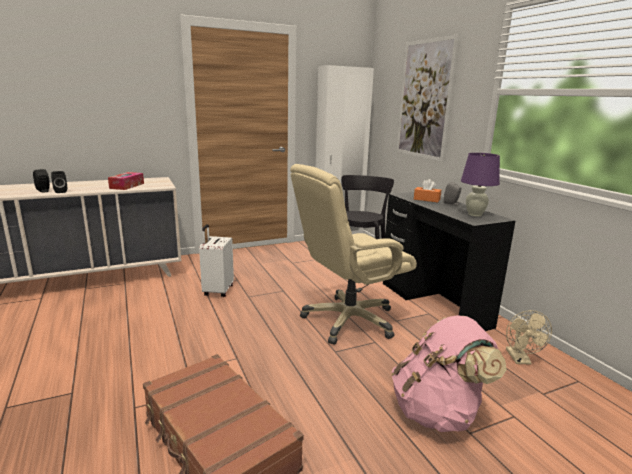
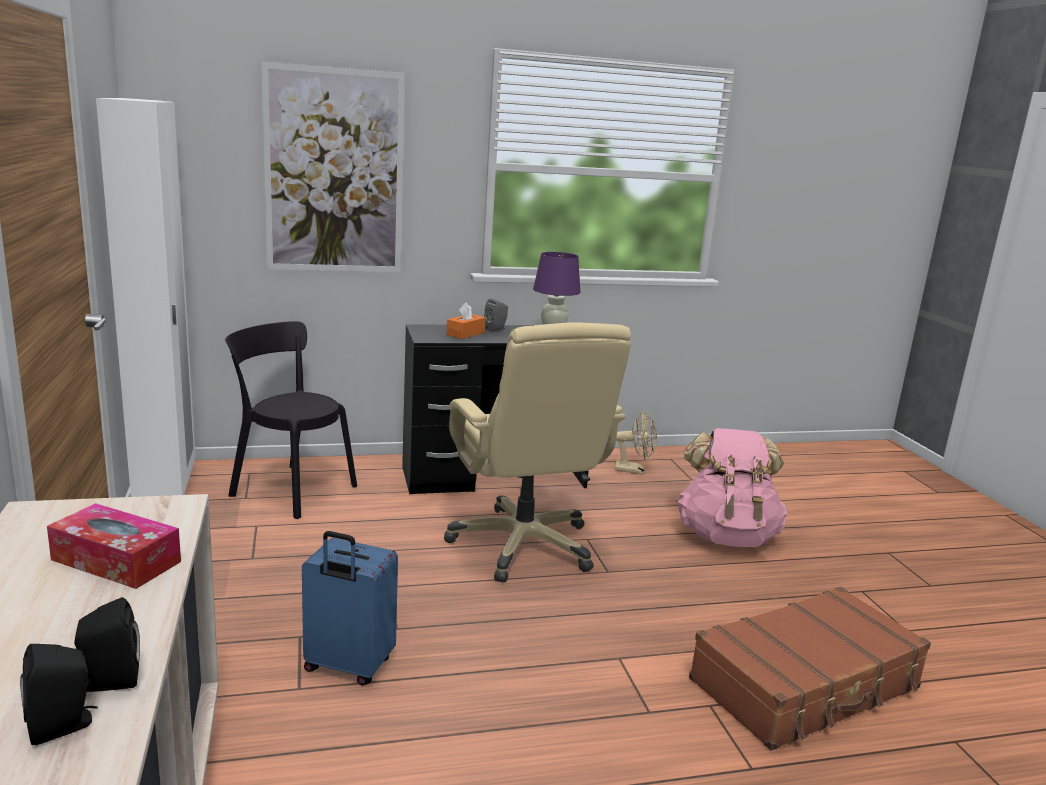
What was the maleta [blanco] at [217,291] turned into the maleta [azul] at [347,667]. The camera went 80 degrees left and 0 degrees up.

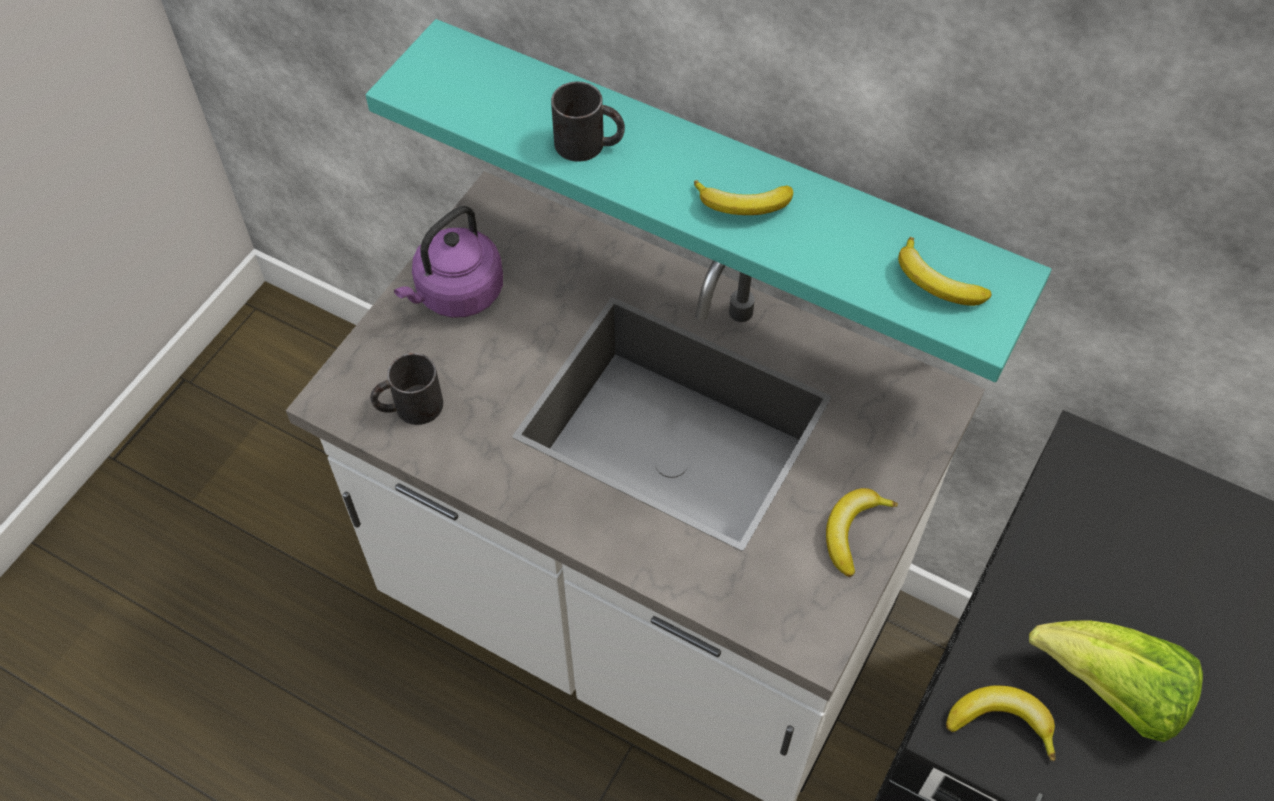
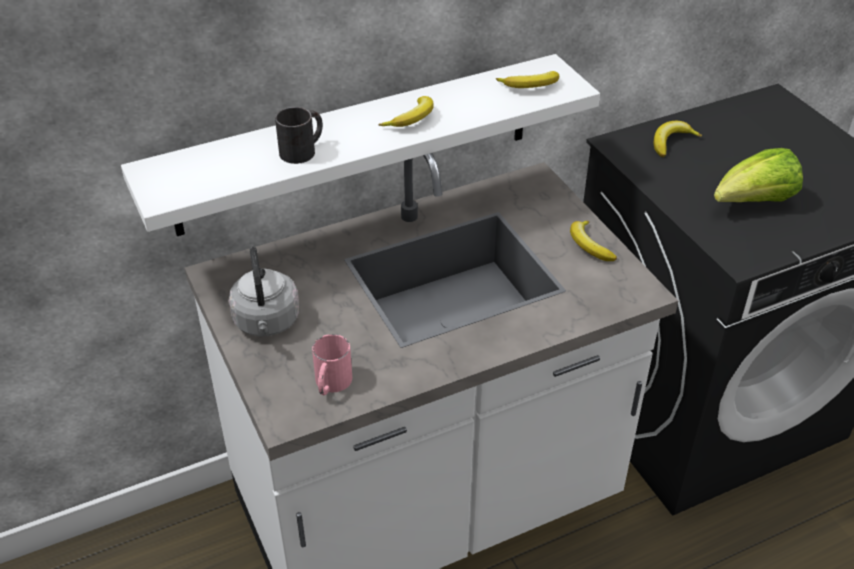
The plátano ended up elsewhere, having gone from [1001,722] to [671,142]. What was the estante [turquesa] at [719,182] turned into the estante [blanco] at [356,145]. What was the taza grande [negro] at [409,407] turned into the taza grande [rosa] at [331,384]. What was the hervidor [morado] at [456,294] turned into the hervidor [gris] at [267,323]. The camera went 55 degrees left and 15 degrees down.

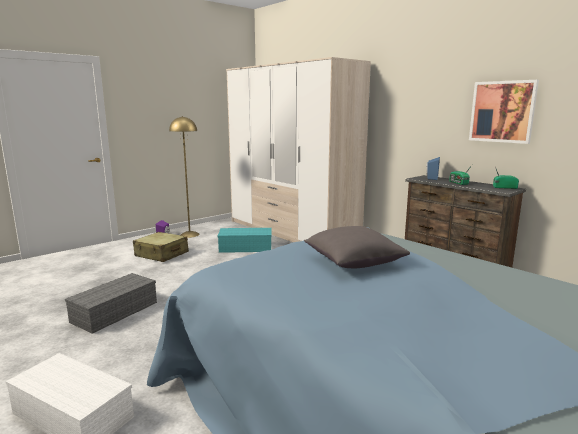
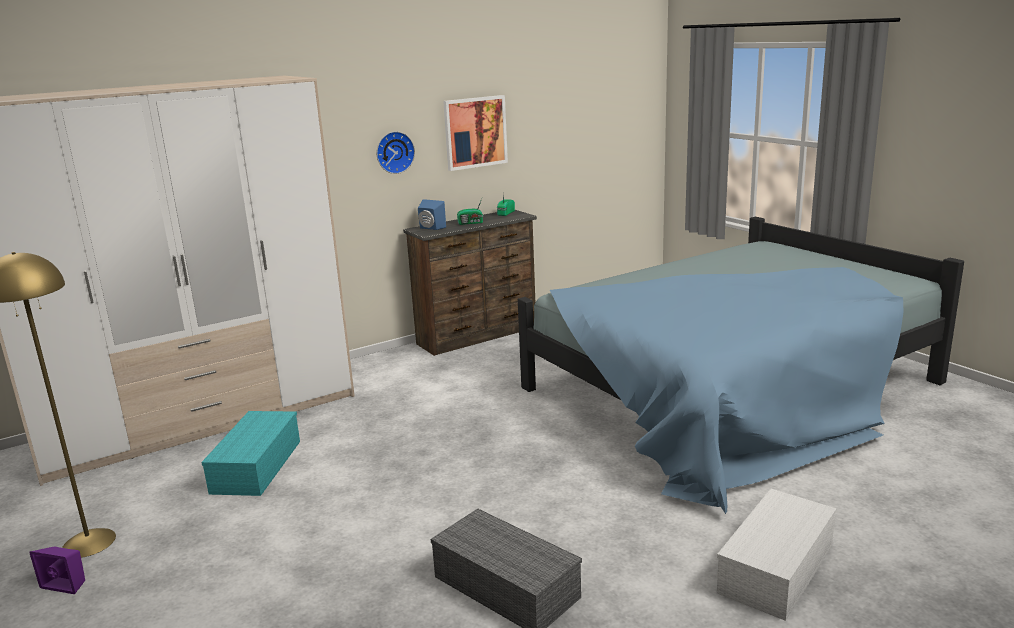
The second view lost the maleta [beis] at [161,254]. The second view lost the cojín [gris] at [353,262]. The second view gained the reloj de pared at [394,152]. The camera went 80 degrees left and 5 degrees up.

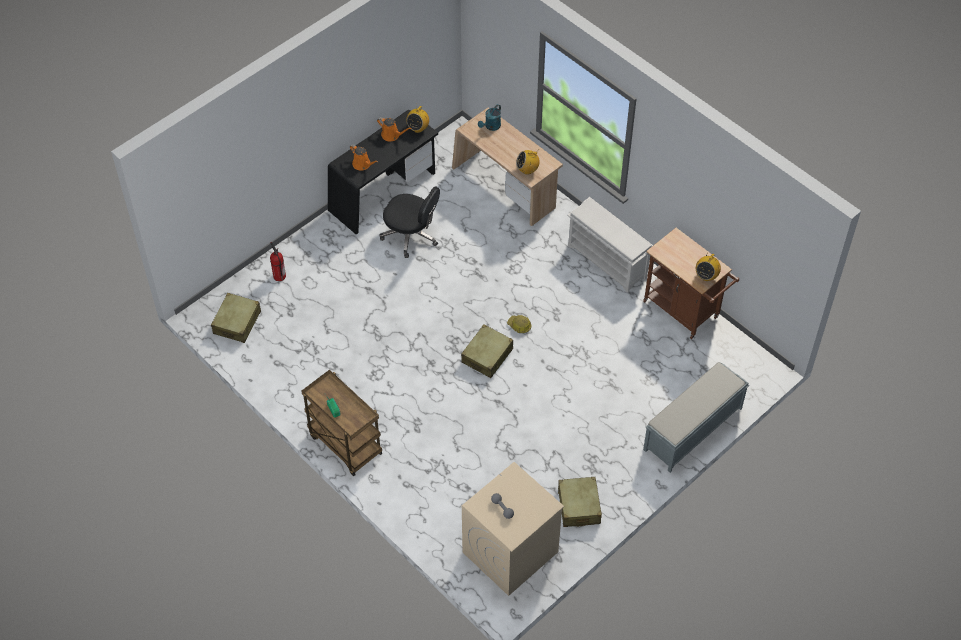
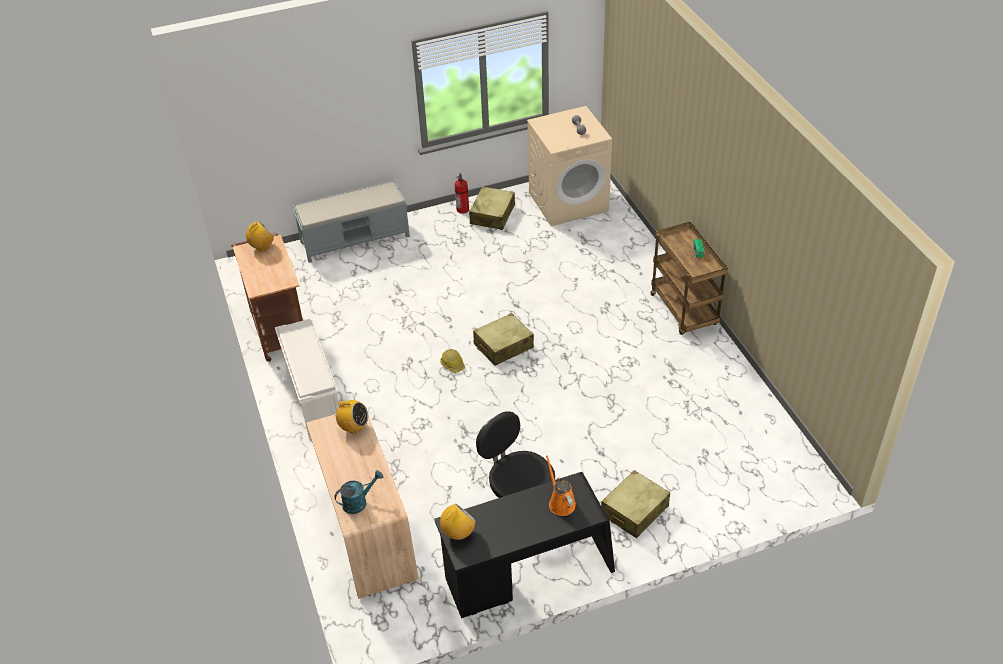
The second view lost the regadera [naranja] at [392,135]. The maleta [beis] ended up elsewhere, having gone from [237,322] to [634,511]. The extintor ended up elsewhere, having gone from [279,276] to [463,210]. The camera went 155 degrees left and 10 degrees down.

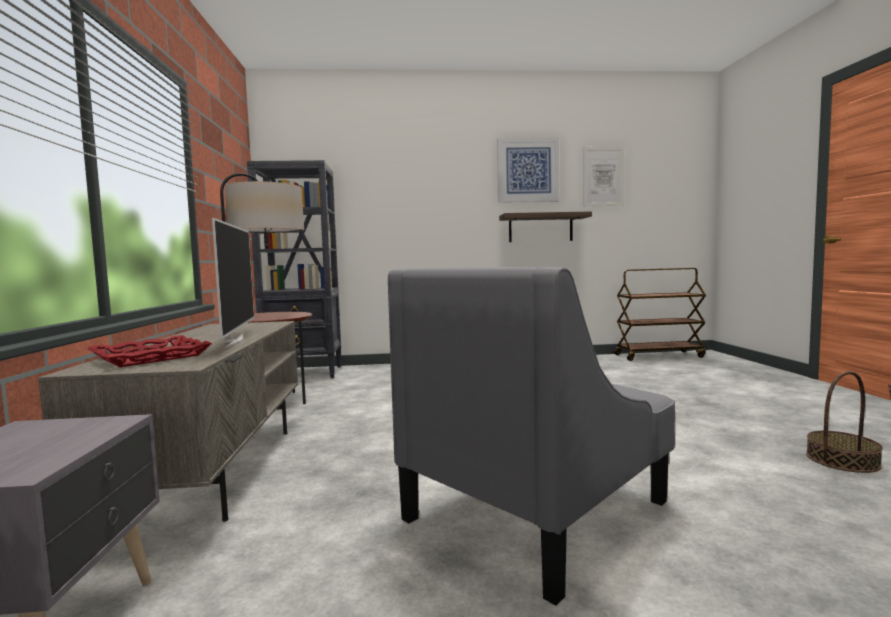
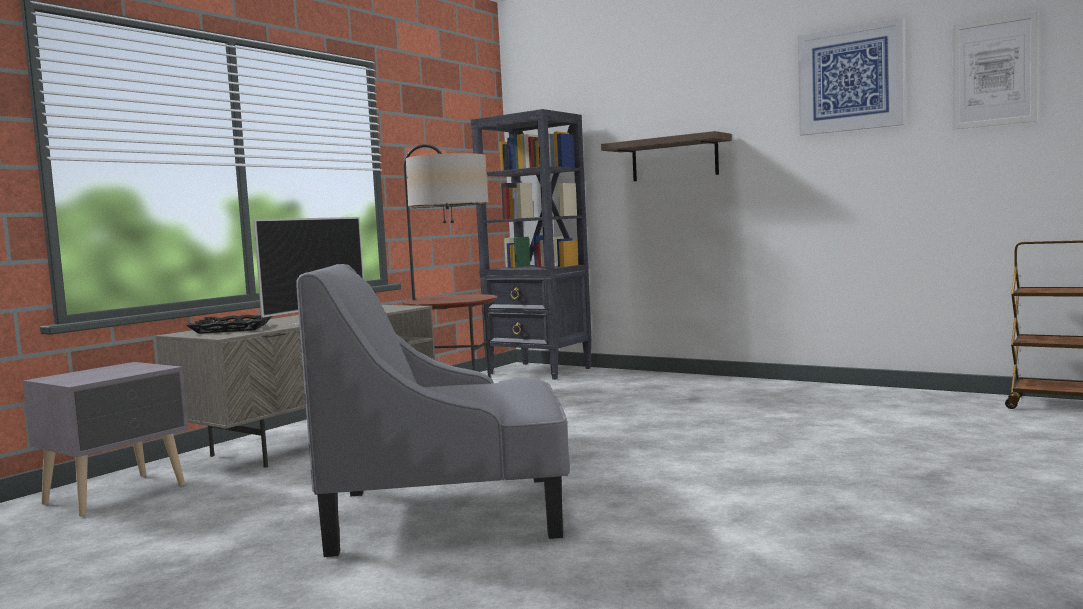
The second view lost the cesta at [842,460]. The estante ended up elsewhere, having gone from [540,228] to [674,159]. What was the bandeja [rojo] at [151,357] turned into the bandeja [negro] at [232,329]. The camera went 40 degrees right and 0 degrees up.

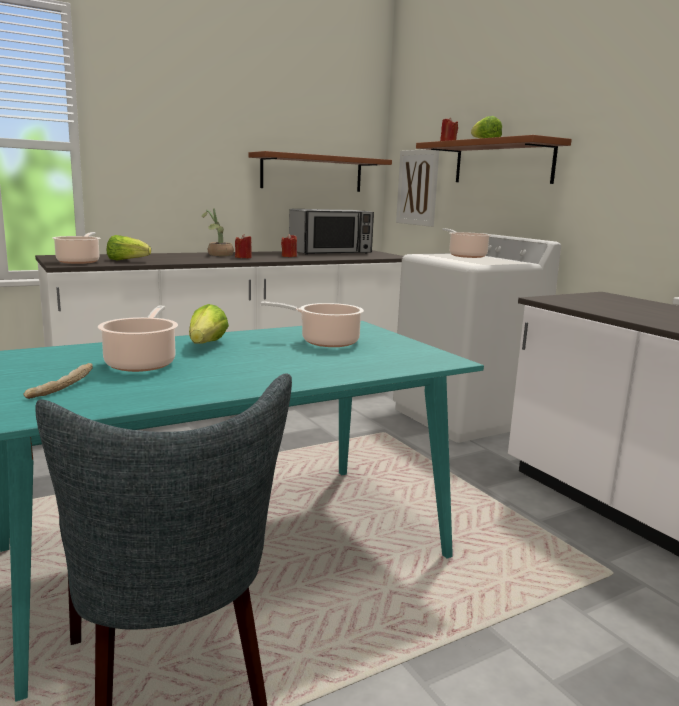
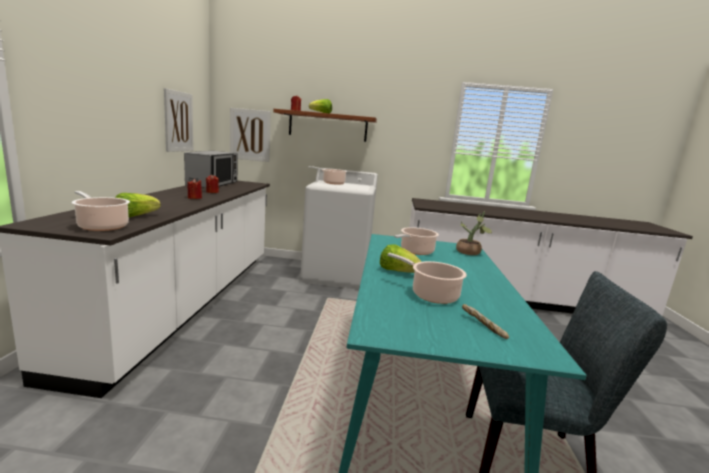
The planta en maceta ended up elsewhere, having gone from [218,255] to [470,253]. Where the estante [marrón] hung at [312,173], the cuadro came to hang at [178,121]. The camera went 55 degrees left and 0 degrees up.

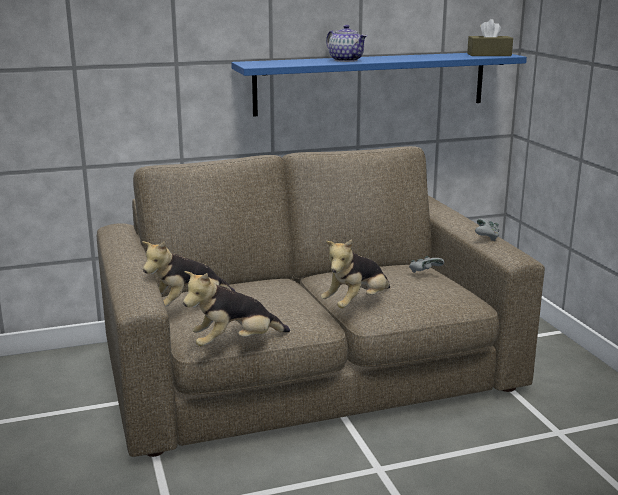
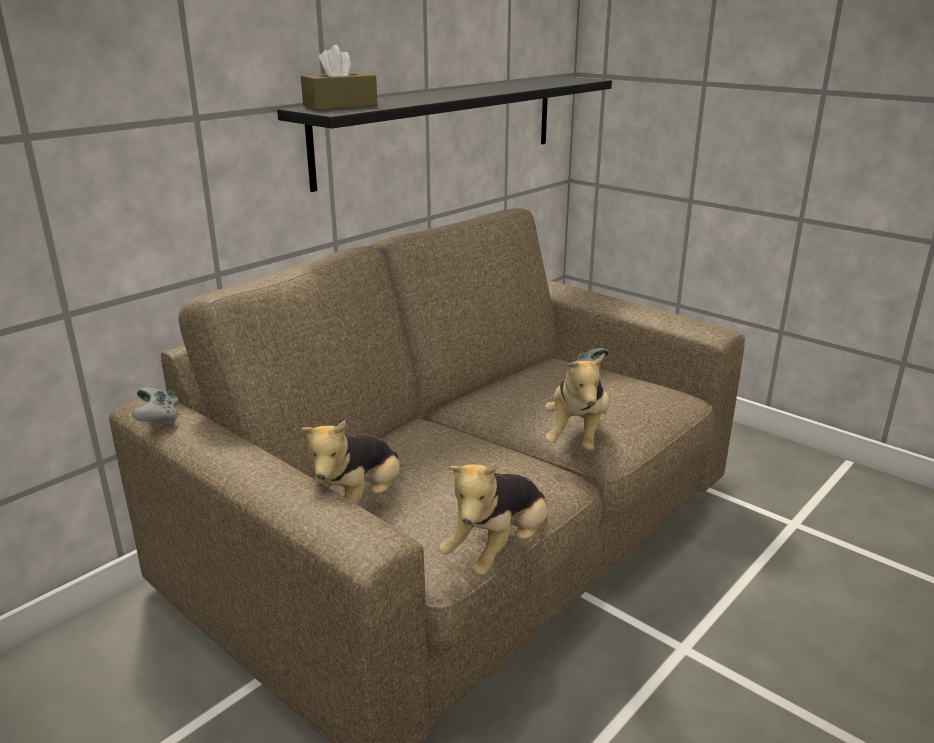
The second view lost the tetera at [346,60]. The caja de pañuelos [marrón] ended up elsewhere, having gone from [489,55] to [340,106]. The mando de consola [gris] ended up elsewhere, having gone from [486,237] to [158,419]. What was the estante [azul] at [372,83] turned into the estante [negro] at [443,127]. The camera went 30 degrees left and 5 degrees up.

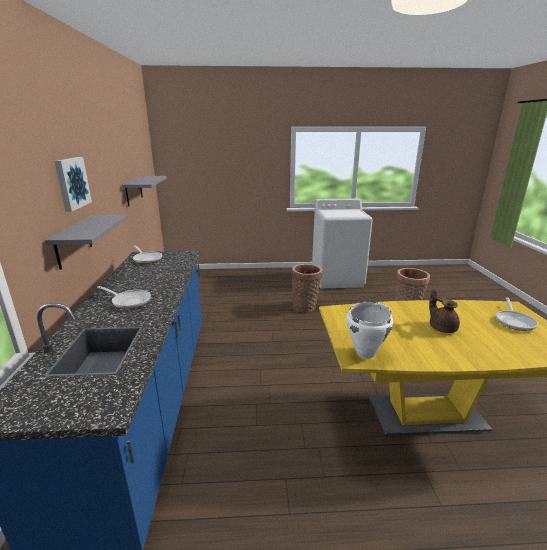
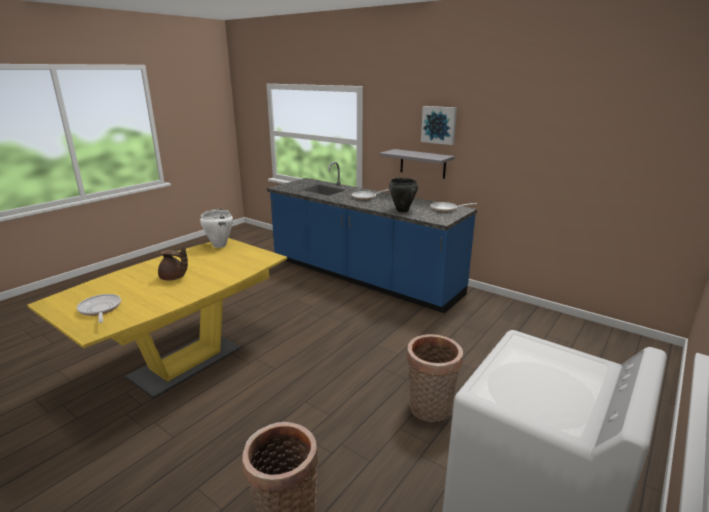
The second view lost the estante [gris] at [133,190]. The second view gained the olla [negro] at [402,211]. The camera went 130 degrees right and 0 degrees up.

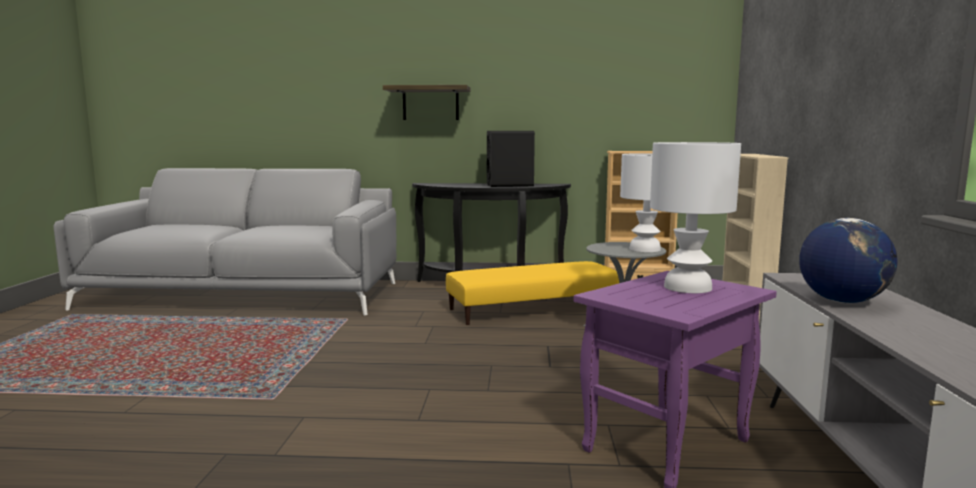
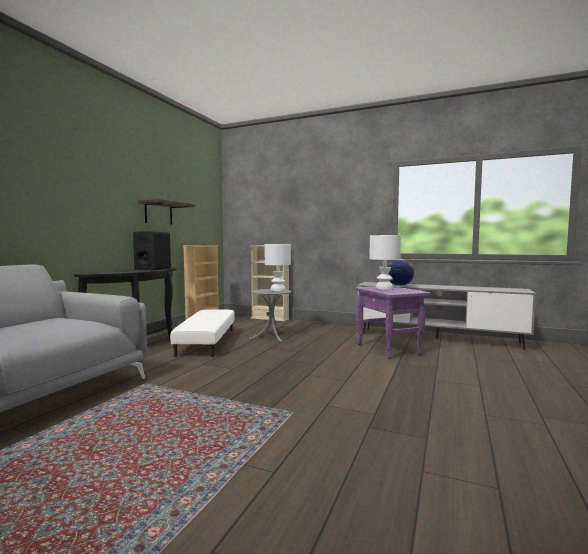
The estante ended up elsewhere, having gone from [430,103] to [158,213]. What was the puf [amarillo] at [532,309] turned into the puf [blanco] at [206,342]. The camera went 70 degrees left and 5 degrees down.

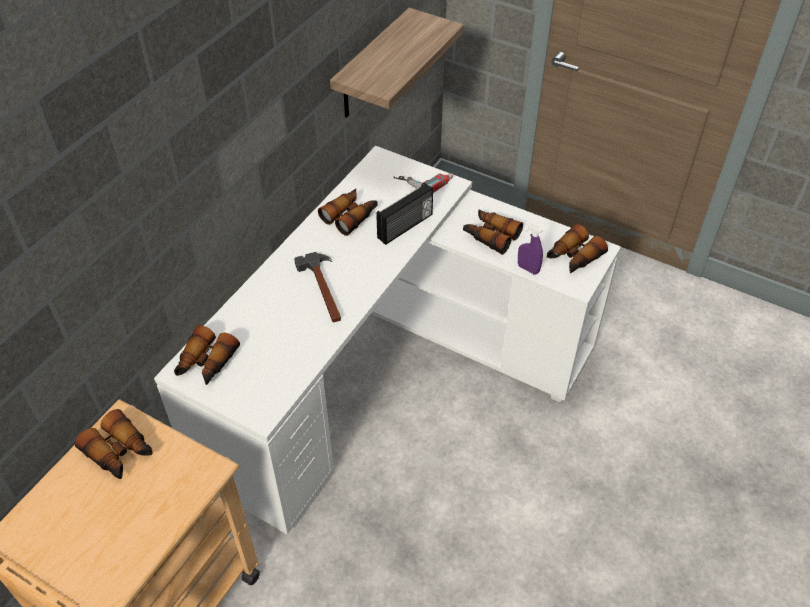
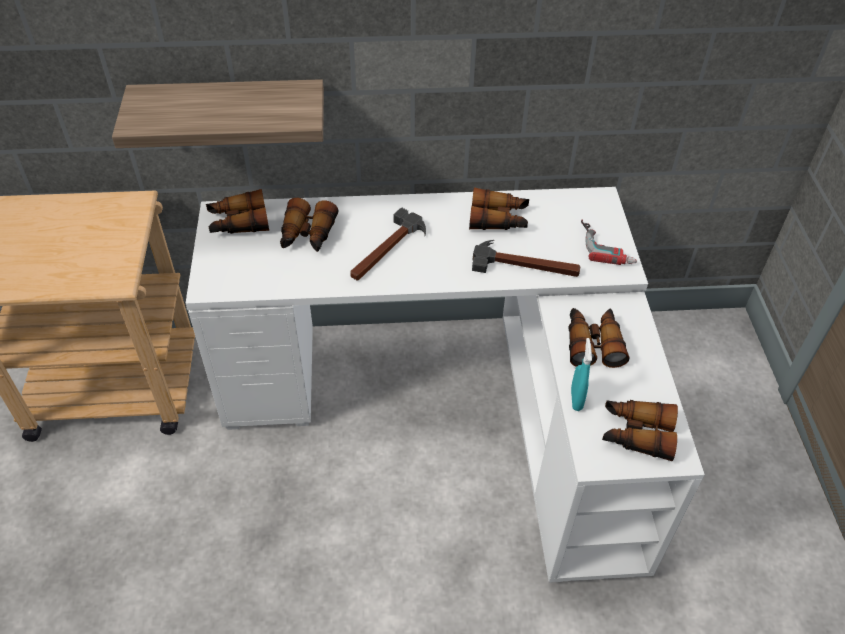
The prismáticos ended up elsewhere, having gone from [120,453] to [307,235]. The estante ended up elsewhere, having gone from [372,66] to [230,112]. Where the radio stood at [406,227], the martillo came to stand at [525,265]. What was the pulverizador [morado] at [528,269] turned into the pulverizador [turquesa] at [576,399]. The camera went 55 degrees right and 0 degrees up.

